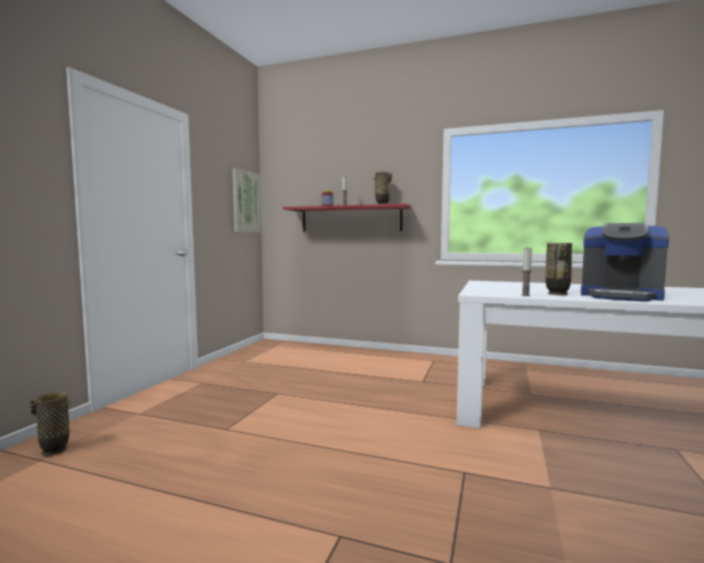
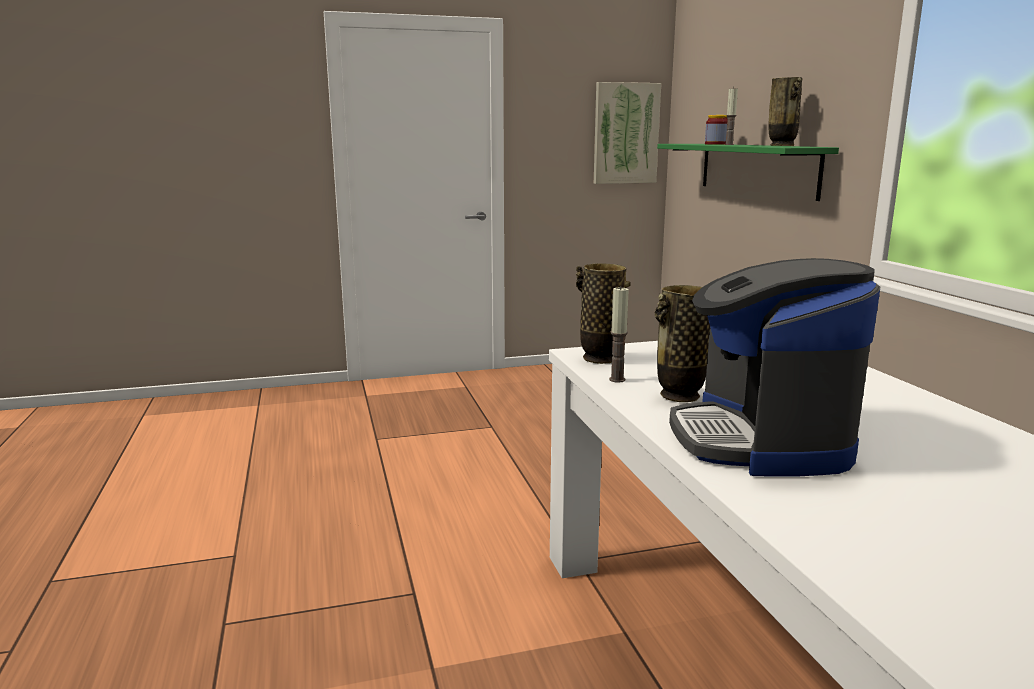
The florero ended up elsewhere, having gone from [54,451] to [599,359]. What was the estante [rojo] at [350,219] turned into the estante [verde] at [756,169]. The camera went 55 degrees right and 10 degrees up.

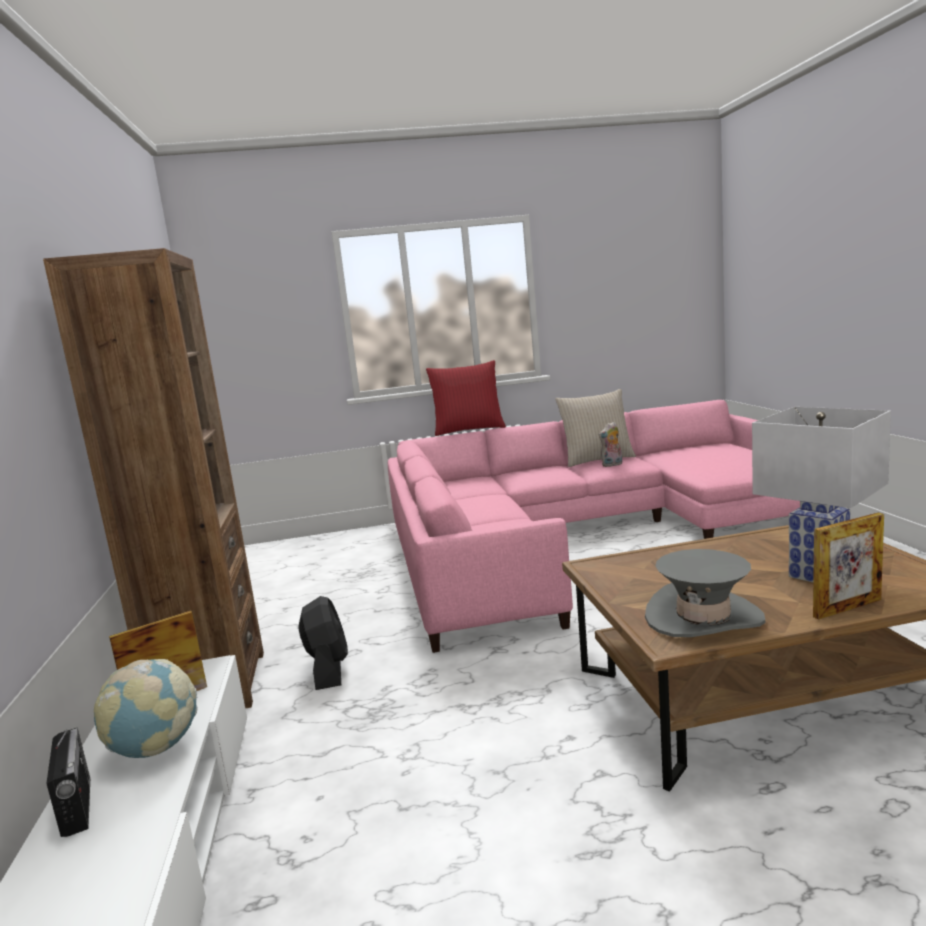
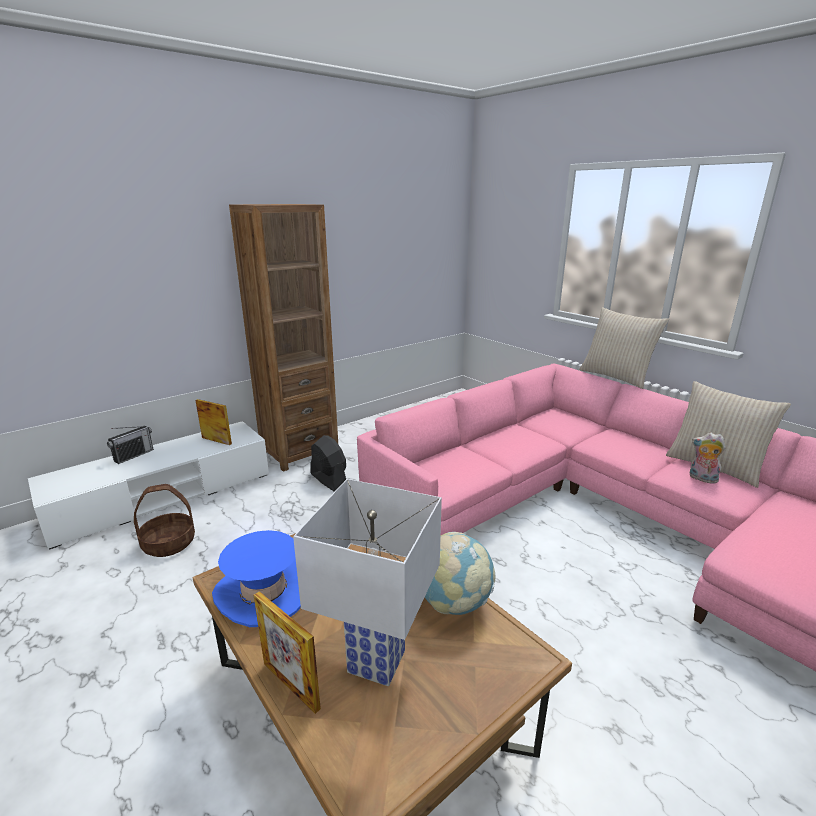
The second view gained the cesta at [169,543]. The globo terráqueo ended up elsewhere, having gone from [155,748] to [454,603]. What was the cojín [rojo] at [468,430] turned into the cojín [beis] at [616,377]. What was the sombrero [gris] at [703,617] turned into the sombrero [azul] at [264,591]. The ventilador [negro] at [328,669] ended up facing another way, 90 degrees counterclockwise from before. The camera went 60 degrees right and 10 degrees up.

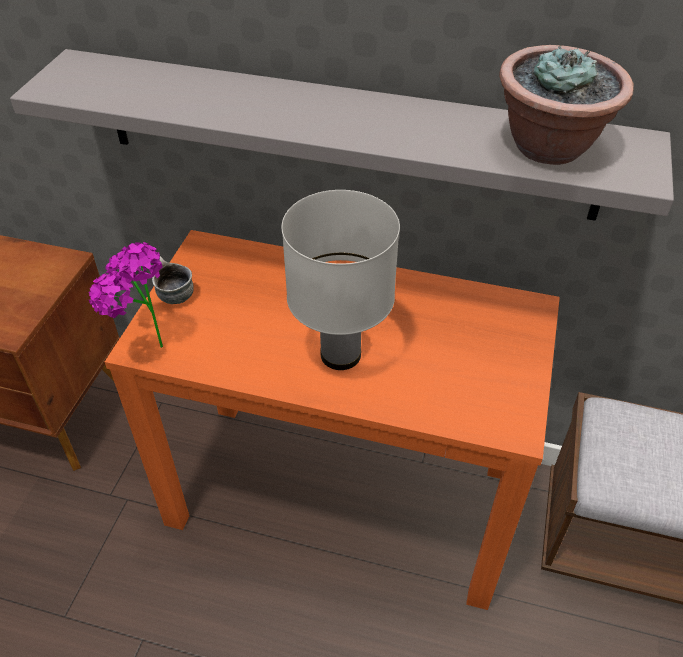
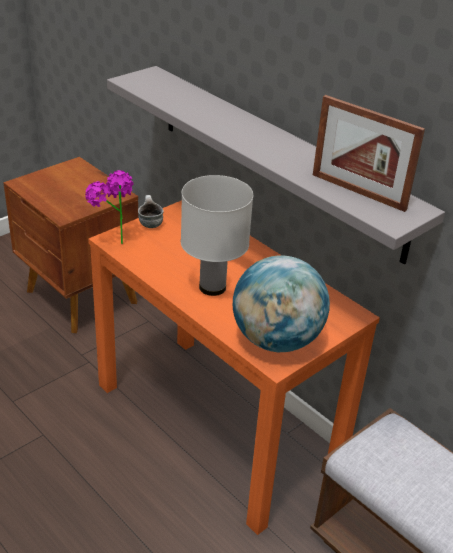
The second view gained the globo terráqueo at [276,340]. Where the planta en maceta stood at [550,147], the portarretratos came to stand at [358,192]. The camera went 30 degrees right and 10 degrees down.

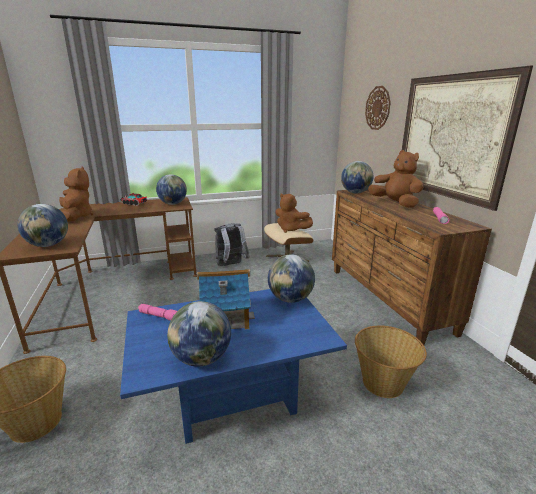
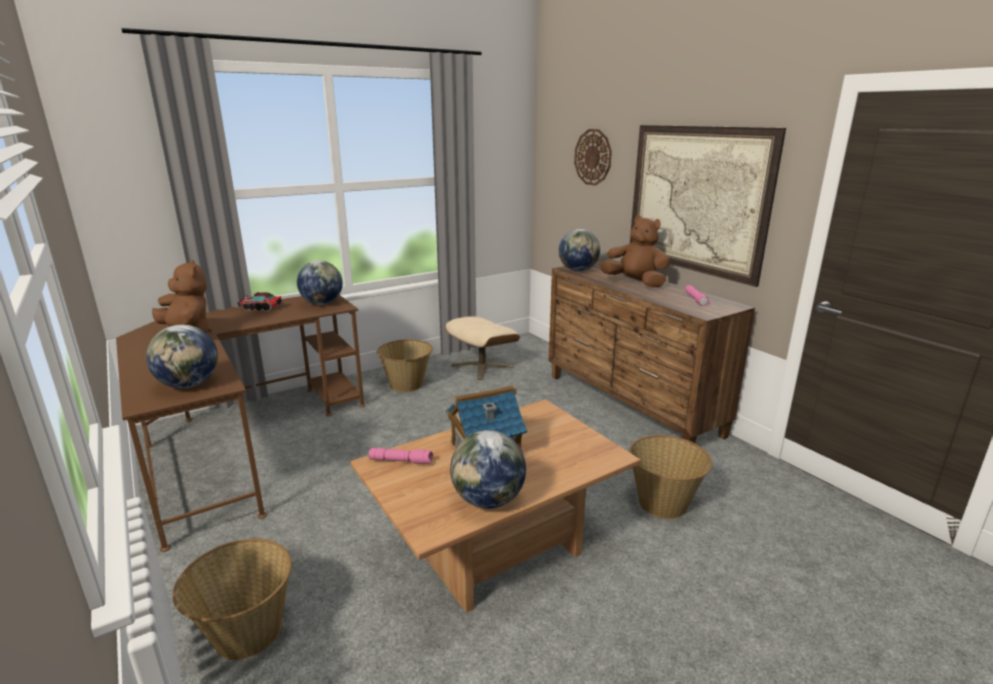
The second view lost the globo terráqueo at [290,299]. The second view lost the peluche [marrón] at [291,230]. Where the mochila [gris] stood at [231,265], the cesta came to stand at [407,384]. What was the mesa de centro [azul] at [232,396] turned into the mesa de centro [marrón] at [495,550]. The camera went 15 degrees left and 0 degrees up.

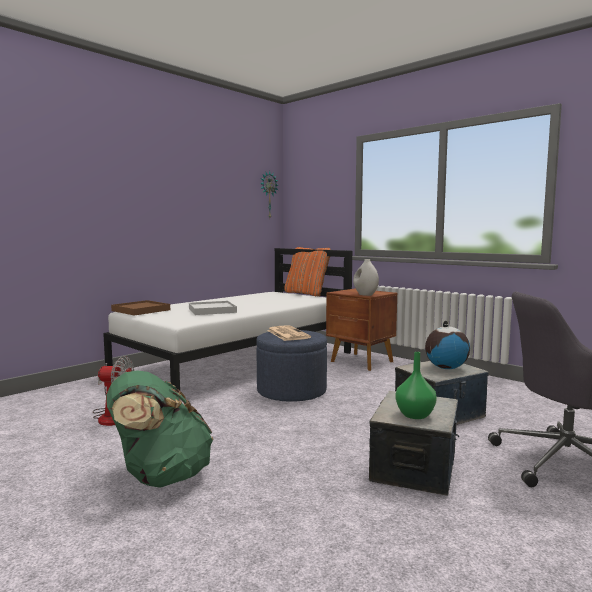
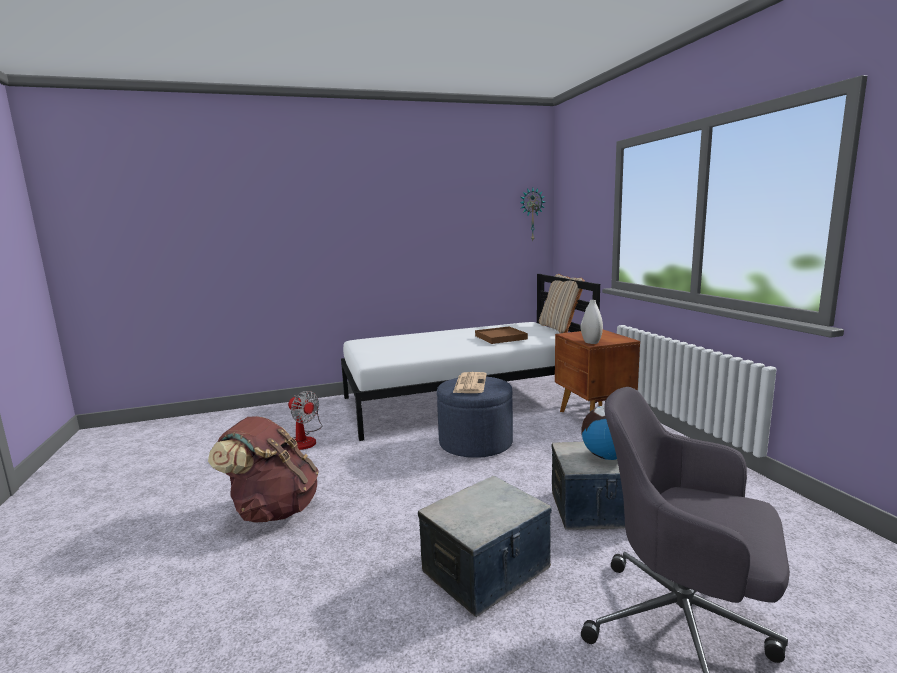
The second view lost the bandeja [blanco] at [212,310]. The second view lost the florero [verde] at [414,415]. The bandeja [marrón] ended up elsewhere, having gone from [141,310] to [500,337]. What was the mochila [verde] at [160,476] turned into the mochila [marrón] at [273,510]. What was the cojín [naranja] at [307,294] turned into the cojín [beis] at [560,328]. The camera went 30 degrees right and 5 degrees up.

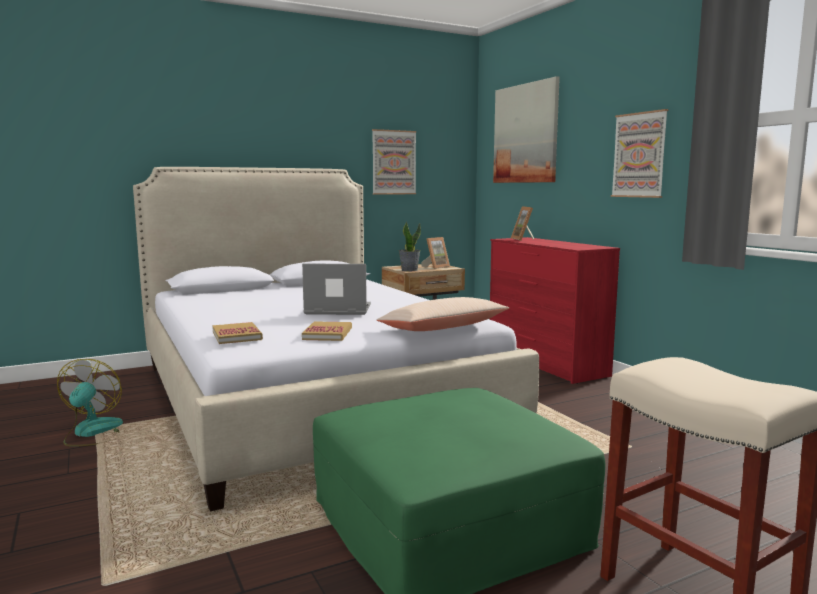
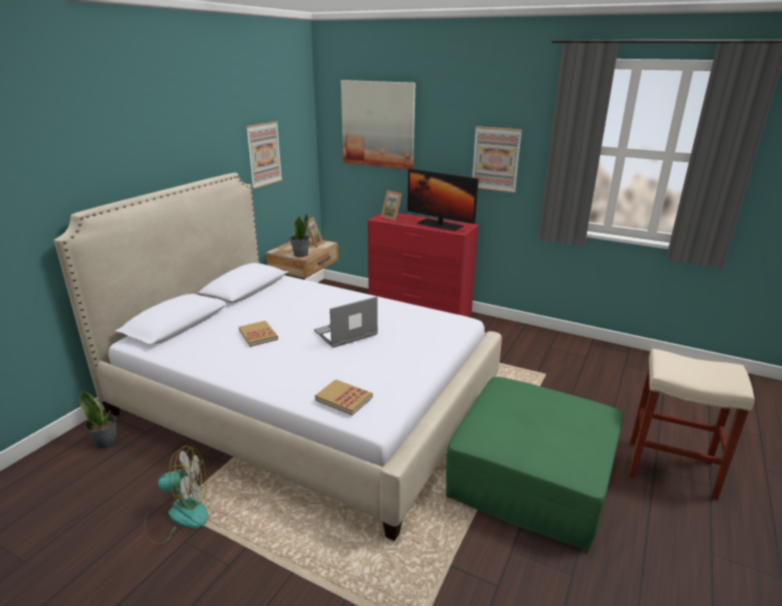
The second view lost the cojín [beis] at [443,328]. The second view gained the planta en maceta at [106,442]. The second view gained the monitor at [439,225]. The libro ended up elsewhere, having gone from [327,334] to [258,335]. The ventilador at [93,433] ended up facing another way, 120 degrees clockwise from before. The camera went 35 degrees left and 15 degrees up.

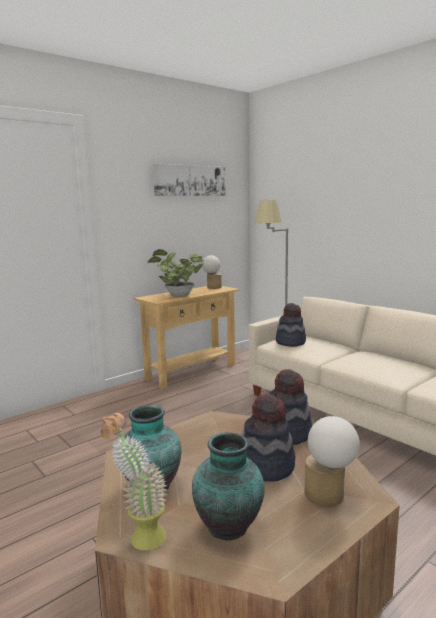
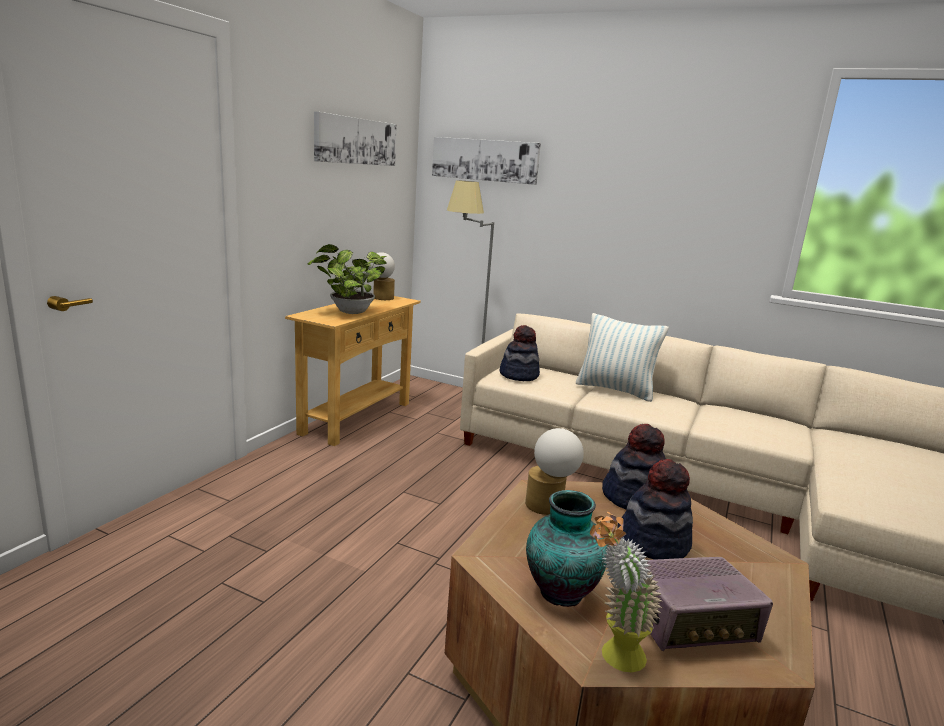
The second view gained the cuadro at [485,160]. The second view gained the cojín at [615,390]. The lámpara de mesa ended up elsewhere, having gone from [328,497] to [549,507]. Where the florero stood at [230,527], the radio came to stand at [691,622]. The camera went 25 degrees left and 5 degrees up.

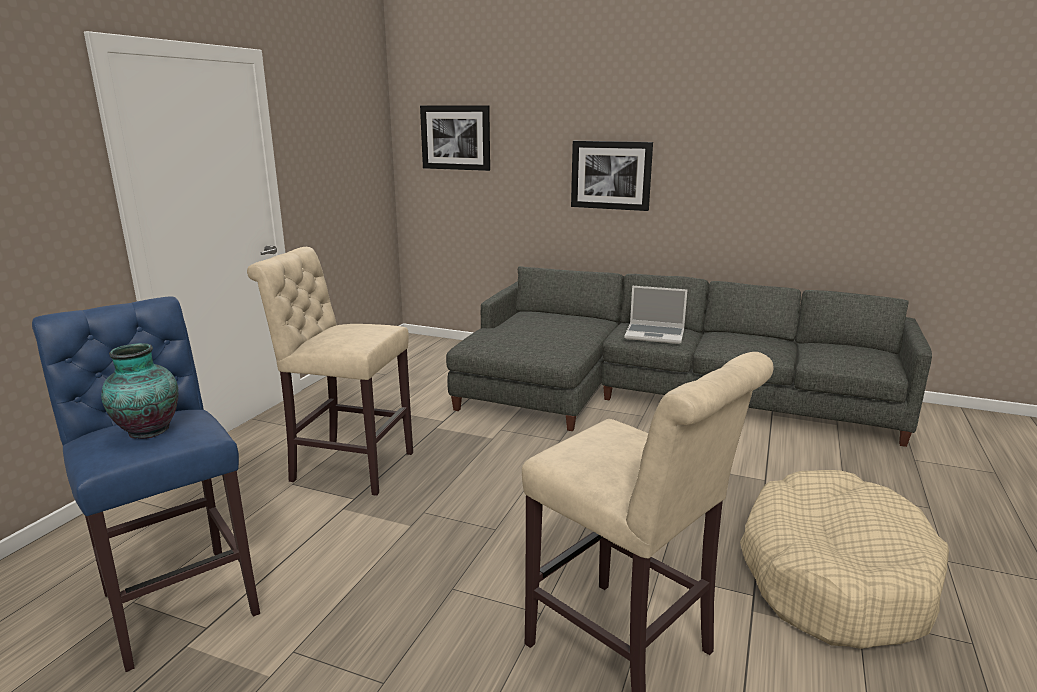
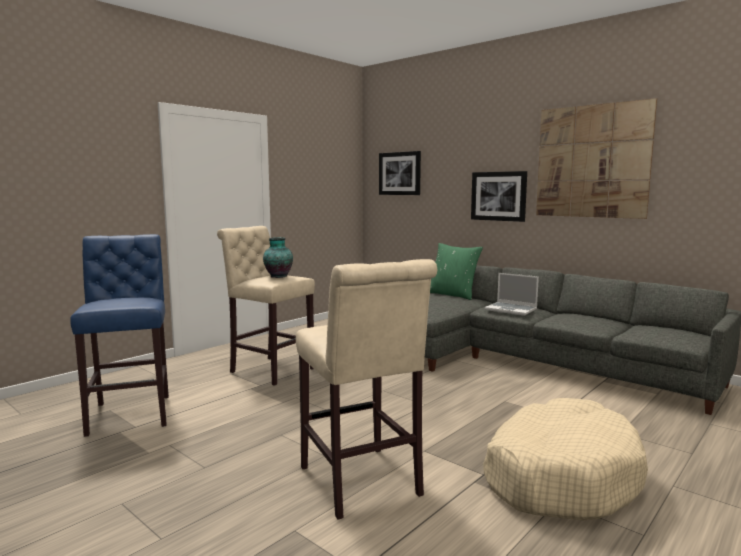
The second view gained the cojín [verde] at [453,295]. The second view gained the cuadro at [592,161]. The florero ended up elsewhere, having gone from [147,431] to [278,276]. The camera went 20 degrees right and 10 degrees down.

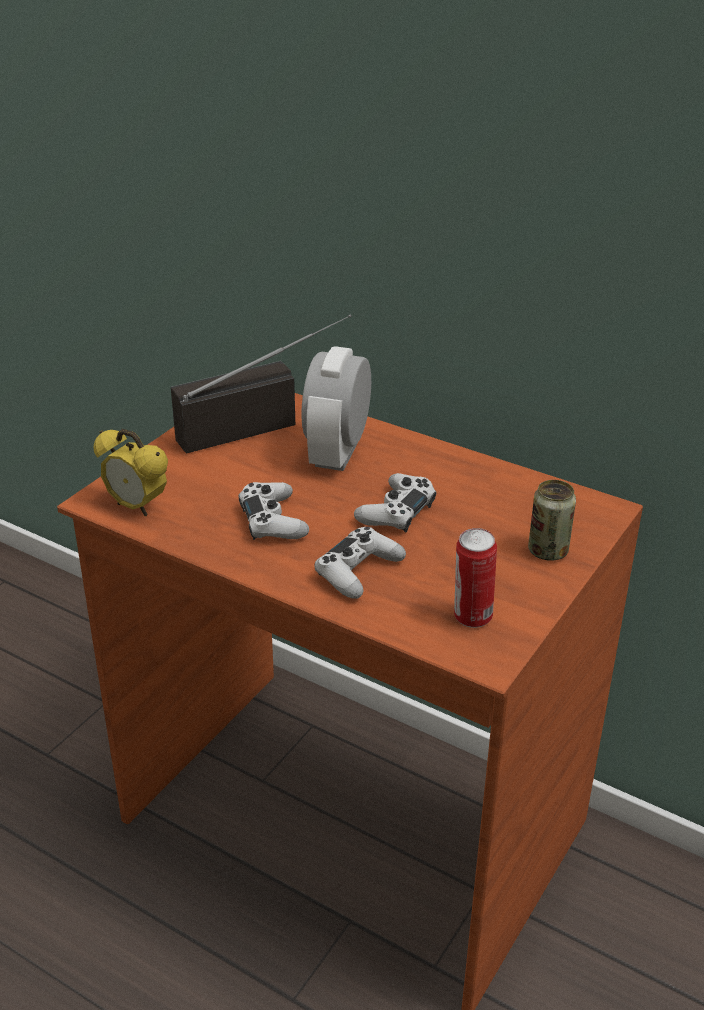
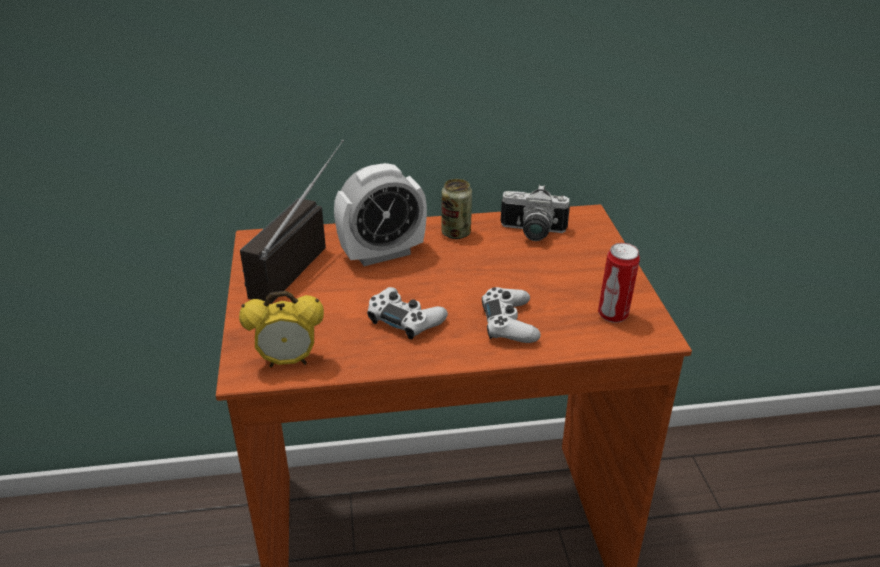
The second view lost the mando de consola [blanco] at [396,511]. The second view gained the cámara at [532,233]. The lata ended up elsewhere, having gone from [548,551] to [456,233]. The despertador at [337,453] ended up facing another way, 90 degrees counterclockwise from before. The camera went 40 degrees left and 0 degrees up.

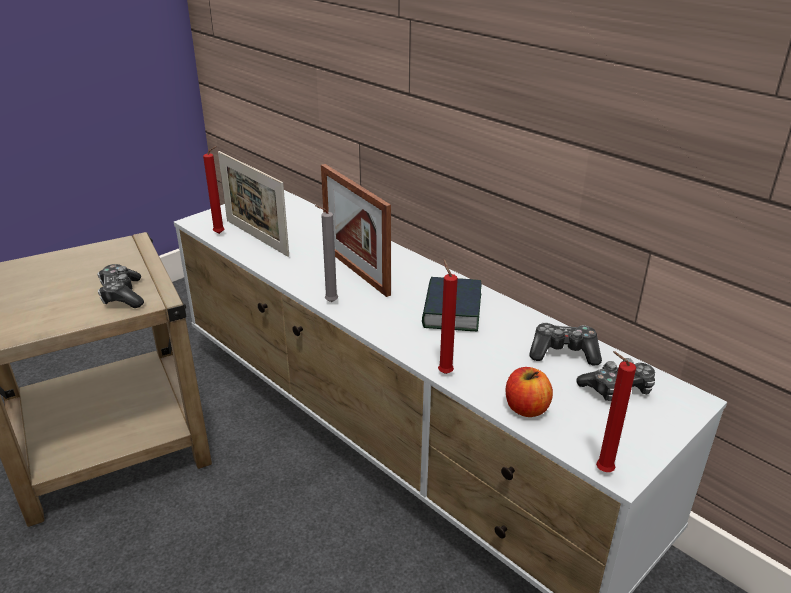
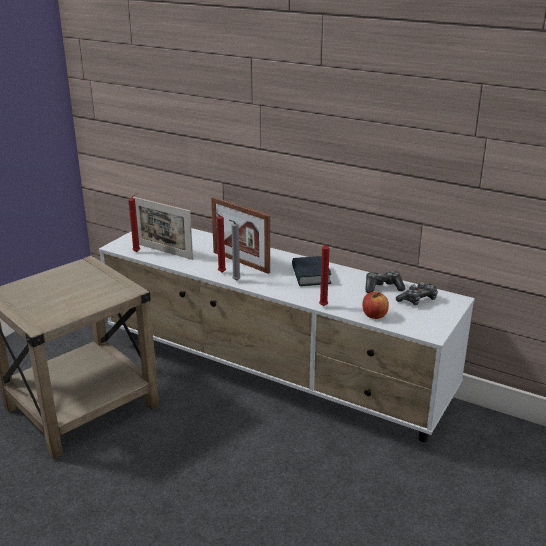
The second view lost the mando de consola at [122,295]. The vela [rojo] ended up elsewhere, having gone from [601,470] to [220,272]. The camera went 15 degrees left and 5 degrees down.

